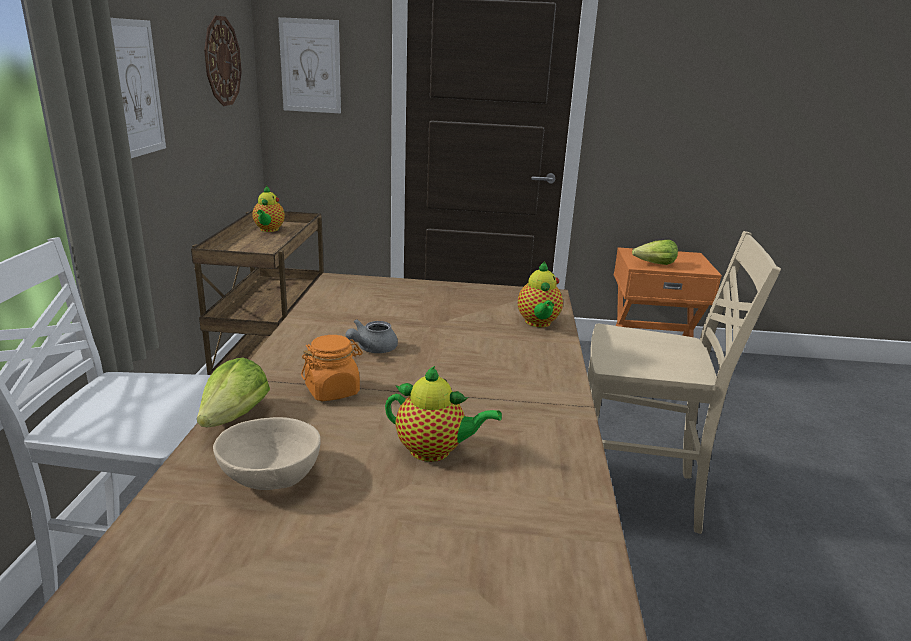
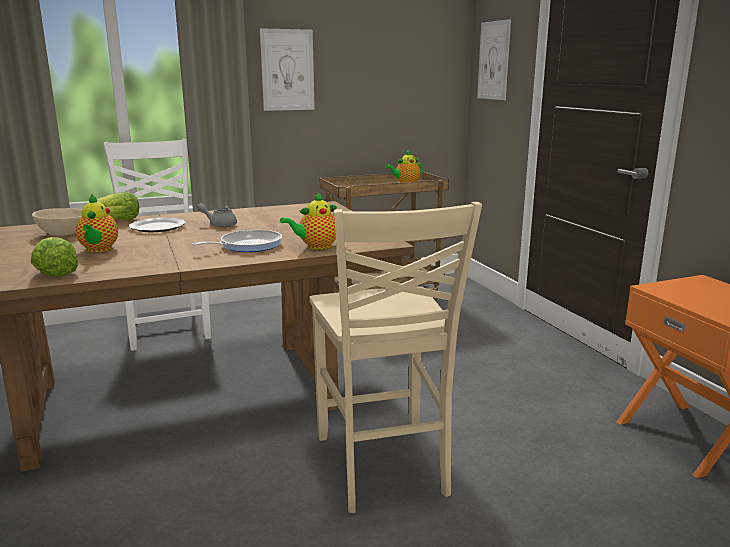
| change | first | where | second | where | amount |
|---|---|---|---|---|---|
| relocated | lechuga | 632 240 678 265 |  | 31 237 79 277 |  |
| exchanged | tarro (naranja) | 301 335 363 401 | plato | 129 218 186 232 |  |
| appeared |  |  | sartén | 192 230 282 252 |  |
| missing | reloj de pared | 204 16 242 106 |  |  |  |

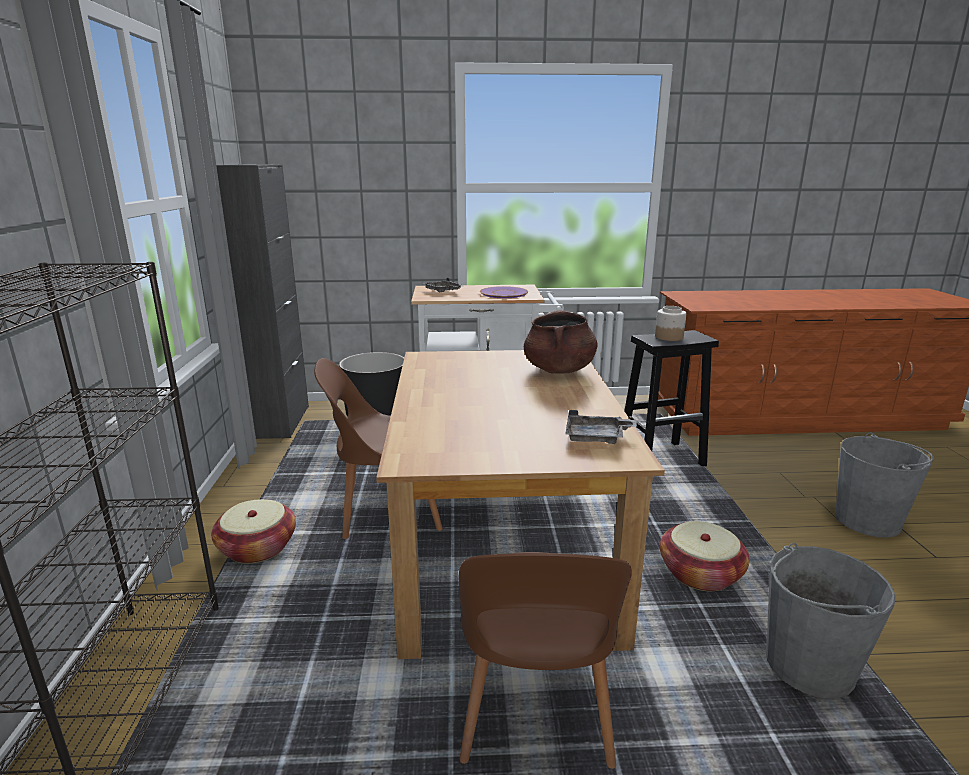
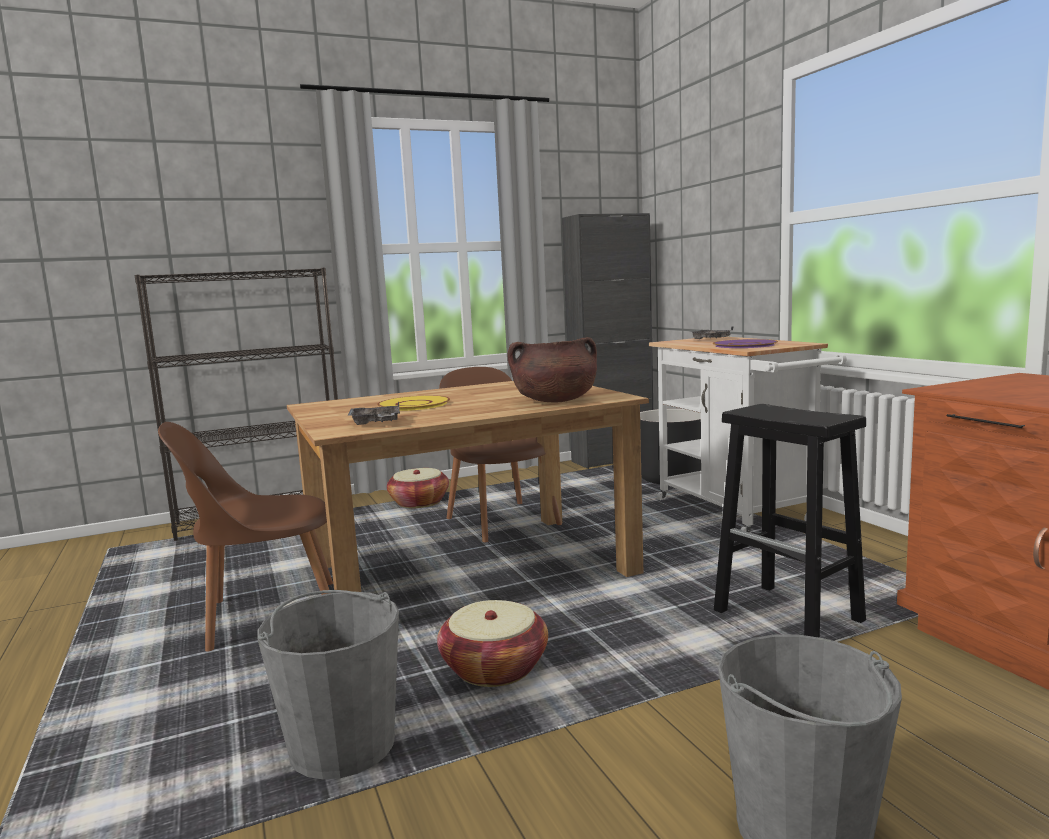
| change | first | where | second | where | amount |
|---|---|---|---|---|---|
| appeared |  |  | plato (amarillo) | 377 395 450 411 |  |
| missing | tarro | 655 306 686 341 |  |  |  |

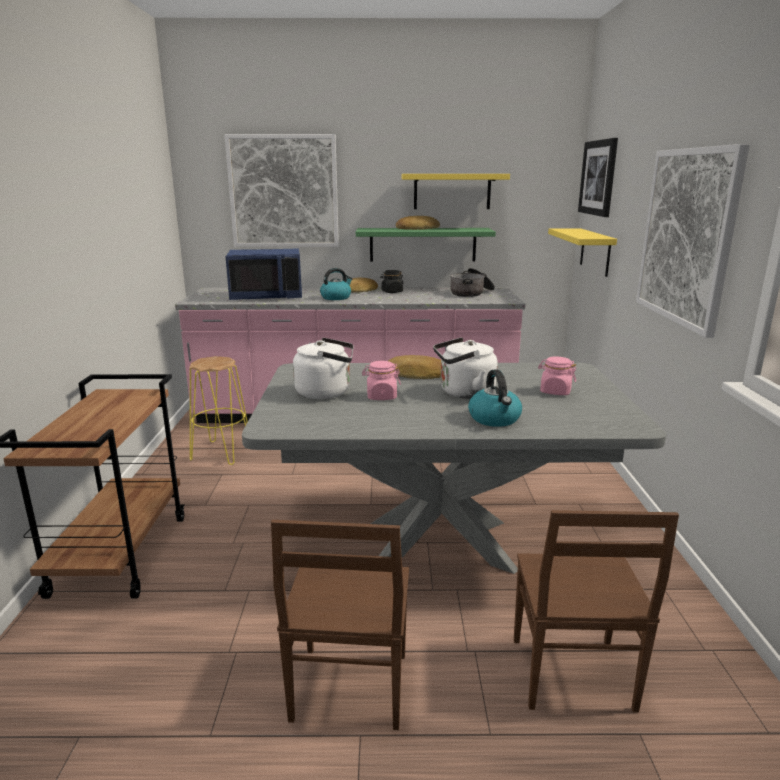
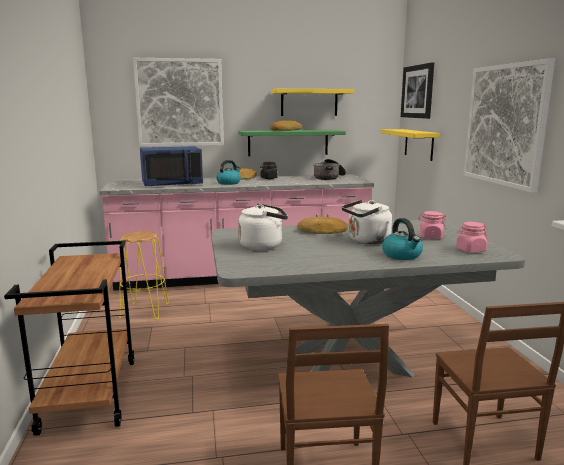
| change | first | where | second | where | amount |
|---|---|---|---|---|---|
| relocated | tarro (rosa) | 362 361 401 400 |  | 456 222 487 253 |  |

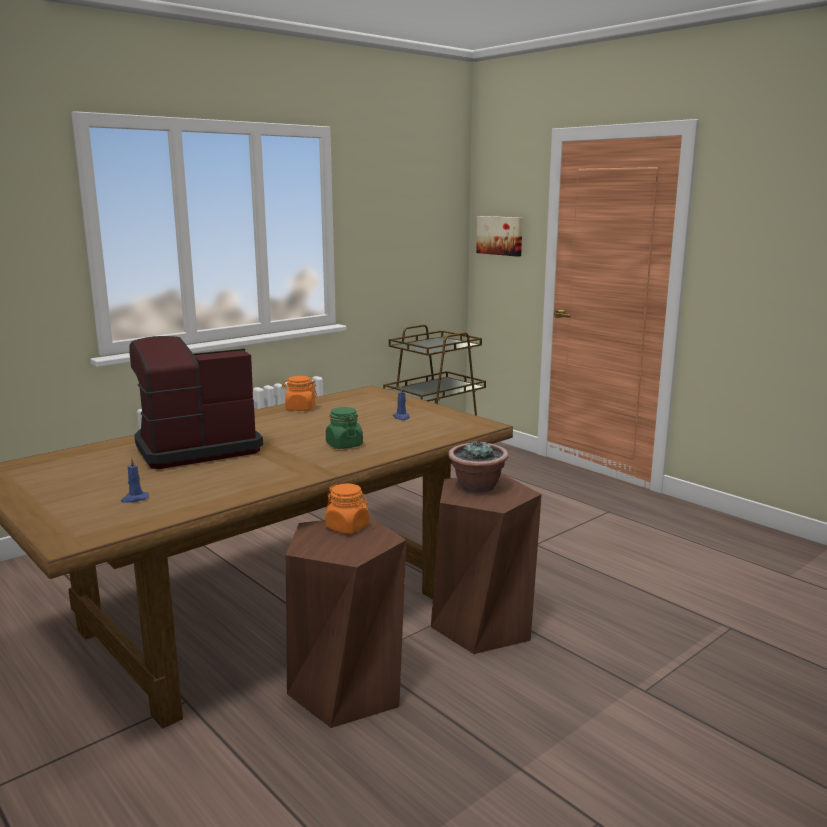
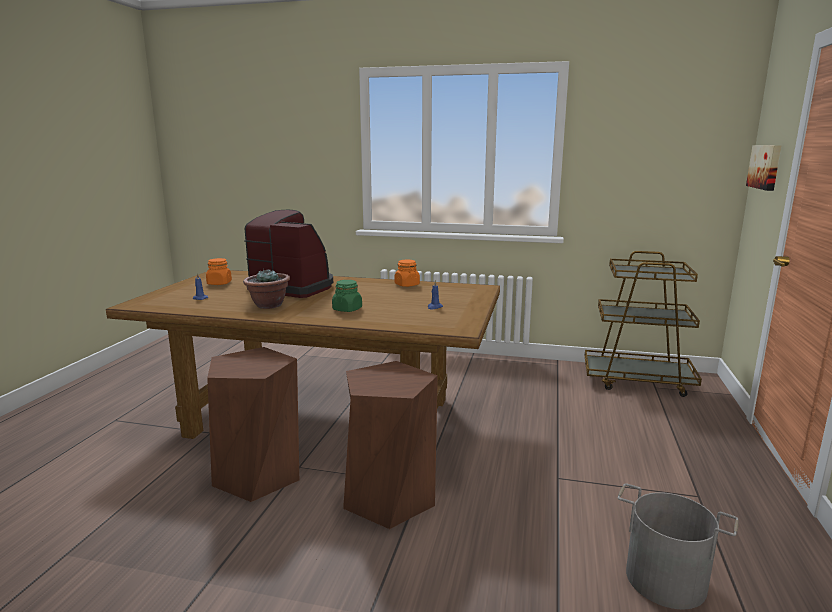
| change | first | where | second | where | amount |
|---|---|---|---|---|---|
| relocated | tarro (naranja) | 325 484 369 534 |  | 206 258 232 285 |  |
| relocated | planta en maceta | 448 441 509 493 |  | 243 269 290 309 |  |
| appeared |  |  | cubo (gris) | 617 483 739 609 |  |

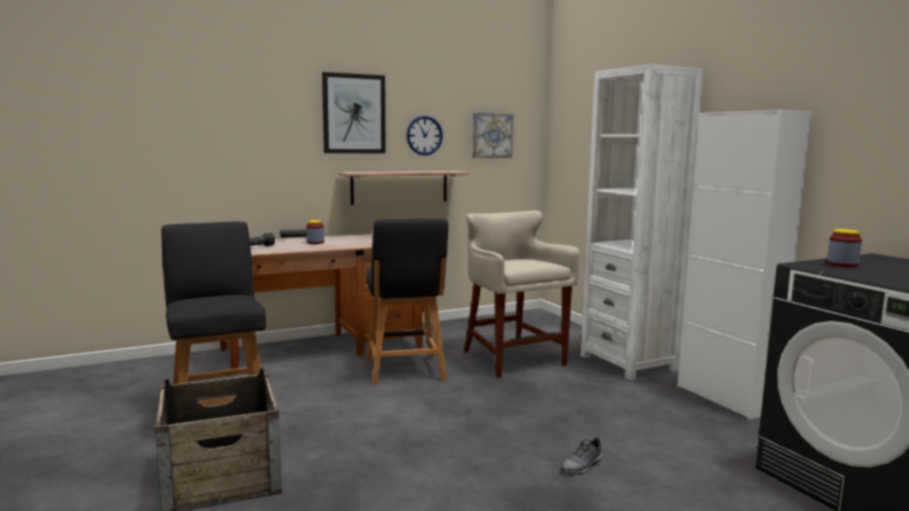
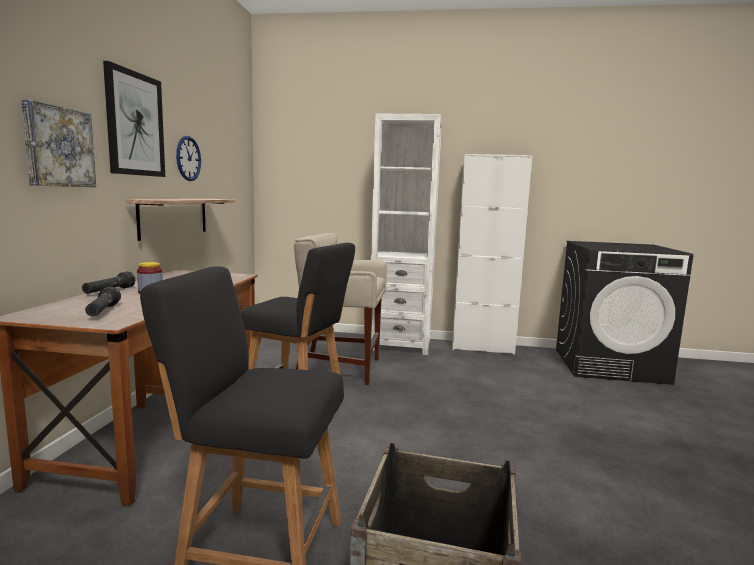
| change | first | where | second | where | amount |
|---|---|---|---|---|---|
| relocated | cuadro | 472 113 513 158 |  | 21 100 96 187 |  |
| missing | zapato (gris) | 561 438 603 474 |  |  |  |
| missing | tarro | 827 229 862 268 |  |  |  |

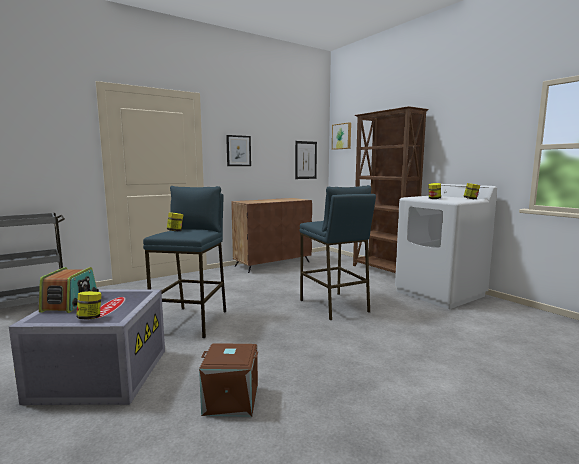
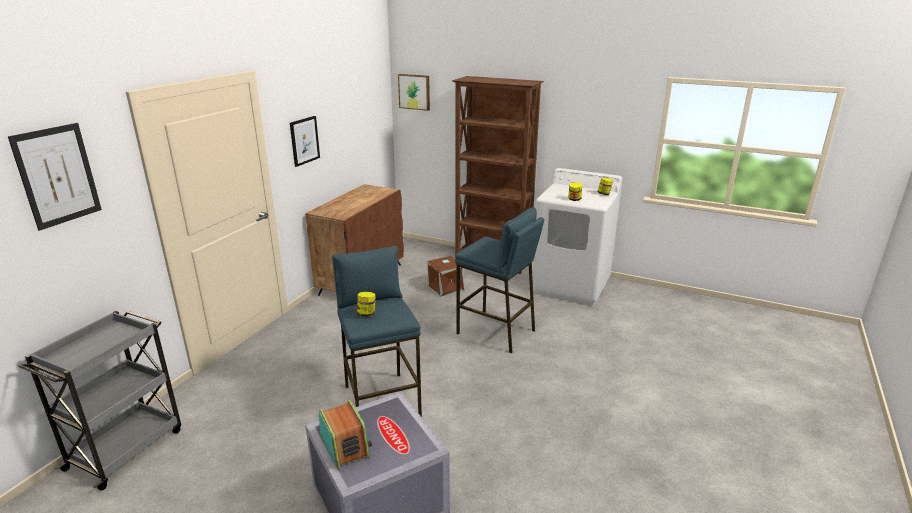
| change | first | where | second | where | amount |
|---|---|---|---|---|---|
| relocated | cuadro | 295 141 317 179 |  | 8 123 102 231 |  |
| relocated | caja de almacenaje (marrón) | 199 343 258 417 |  | 427 256 464 297 |  |
| missing | tarro | 76 291 102 320 |  |  |  |

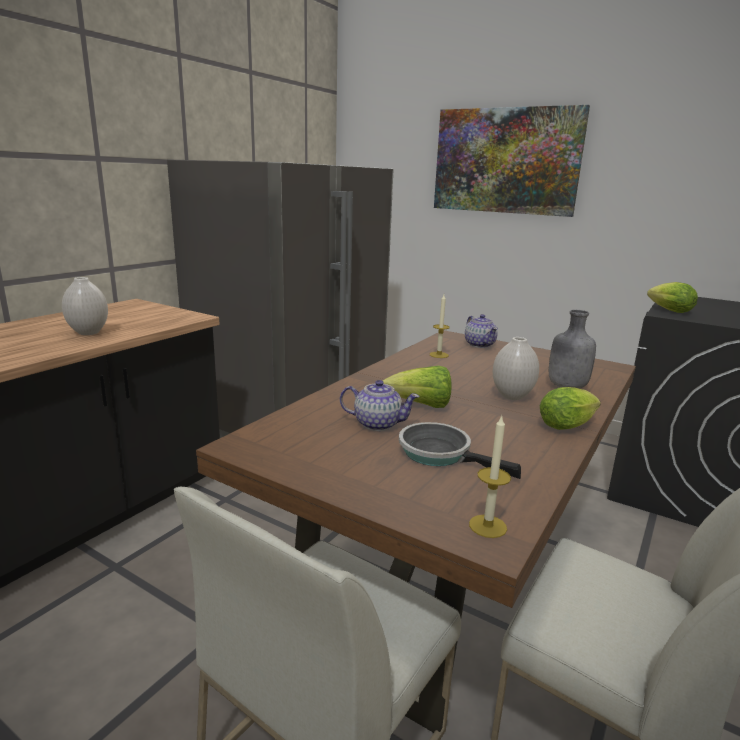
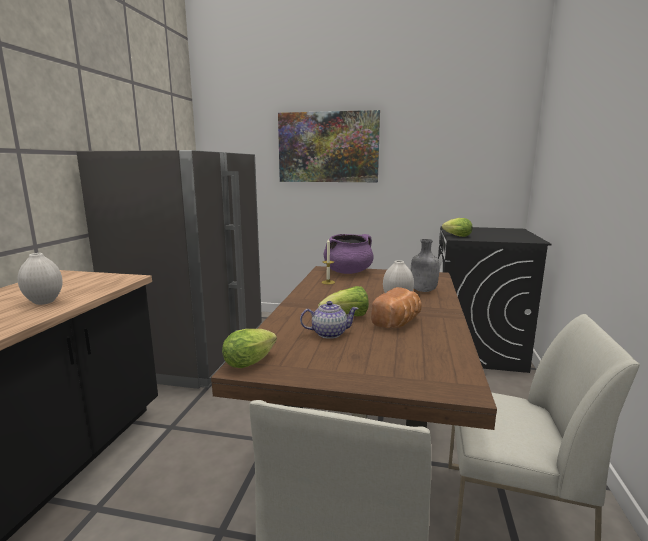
| change | first | where | second | where | amount |
|---|---|---|---|---|---|
| relocated | lechuga | 540 387 601 430 |  | 222 329 277 368 |  |
| exchanged | tetera | 465 314 498 348 | olla (morado) | 324 234 374 274 |  |
| appeared |  |  | pan | 371 287 422 328 |  |
| missing | sartén | 399 422 521 479 |  |  |  |
| missing | vela | 469 414 511 538 |  |  |  |

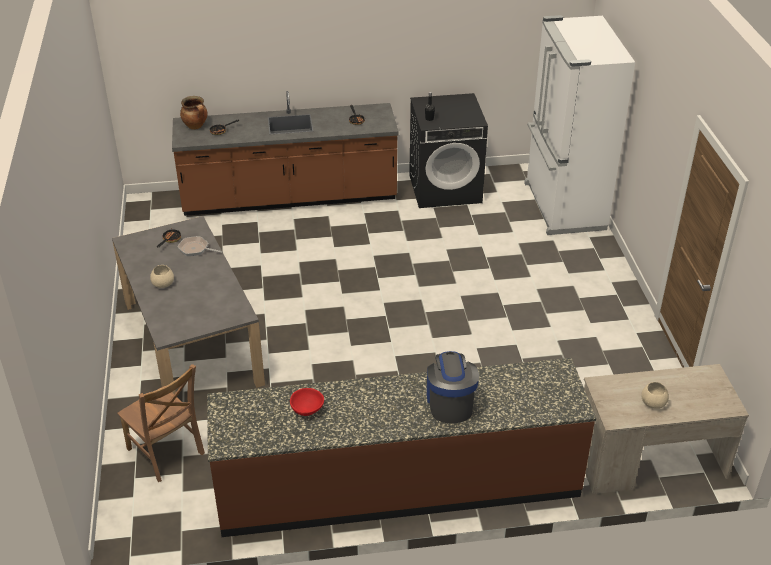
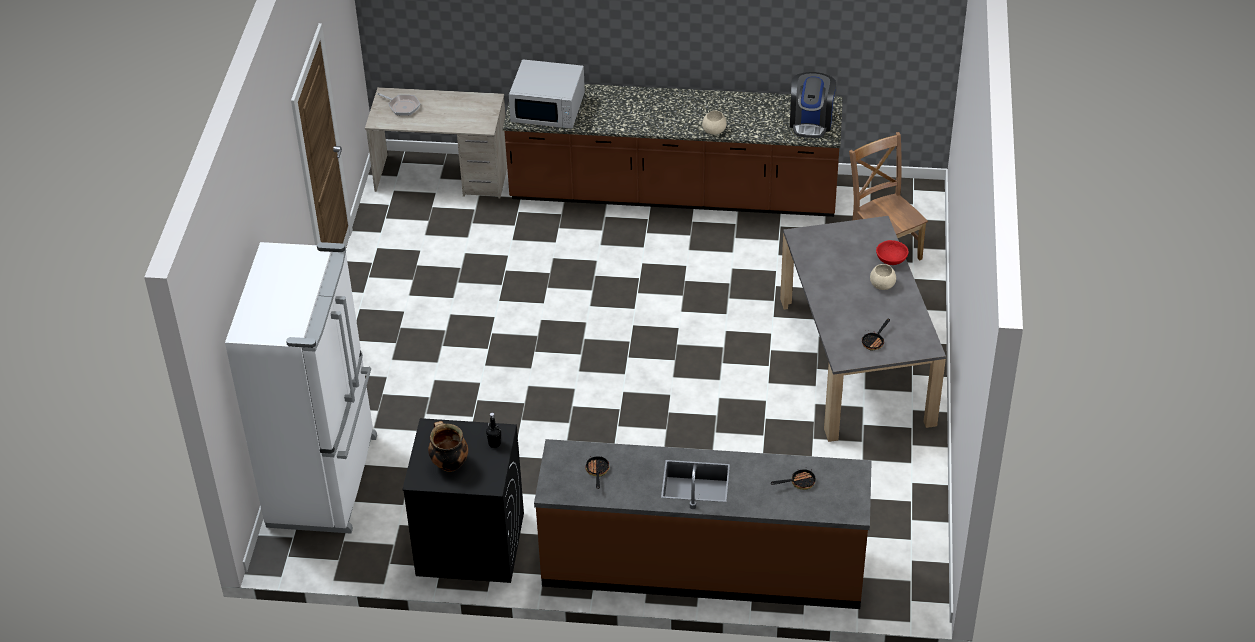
| change | first | where | second | where | amount |
|---|---|---|---|---|---|
| relocated | sartén | 177 236 223 256 |  | 377 93 420 116 |  |
| relocated | olla | 180 96 208 130 |  | 428 421 468 472 |  |
| appeared |  |  | microondas (blanco) | 509 59 585 129 |  |
| relocated | cuenco (beis) | 641 382 669 409 |  | 702 111 726 135 |  |
| relocated | cafetera | 427 351 479 424 |  | 790 72 836 138 |  |
| relocated | cuenco (rojo) | 290 388 324 416 |  | 876 240 908 265 |  |

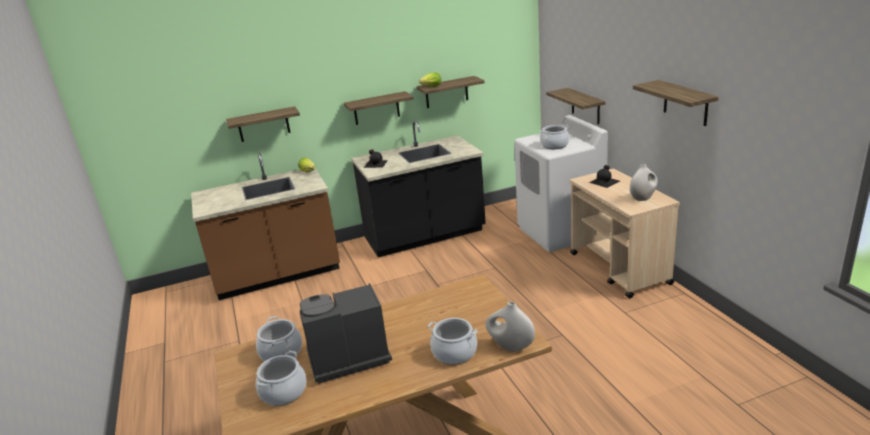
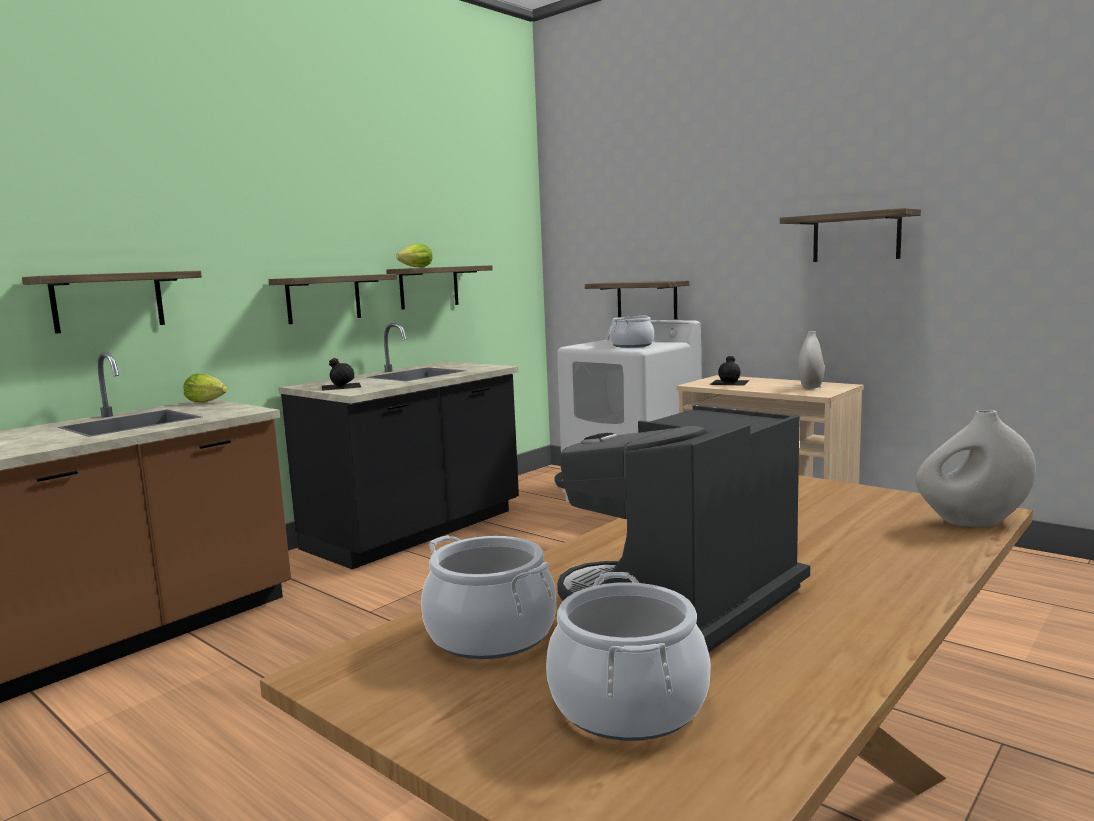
| change | first | where | second | where | amount |
|---|---|---|---|---|---|
| missing | olla | 428 318 477 365 |  |  |  |

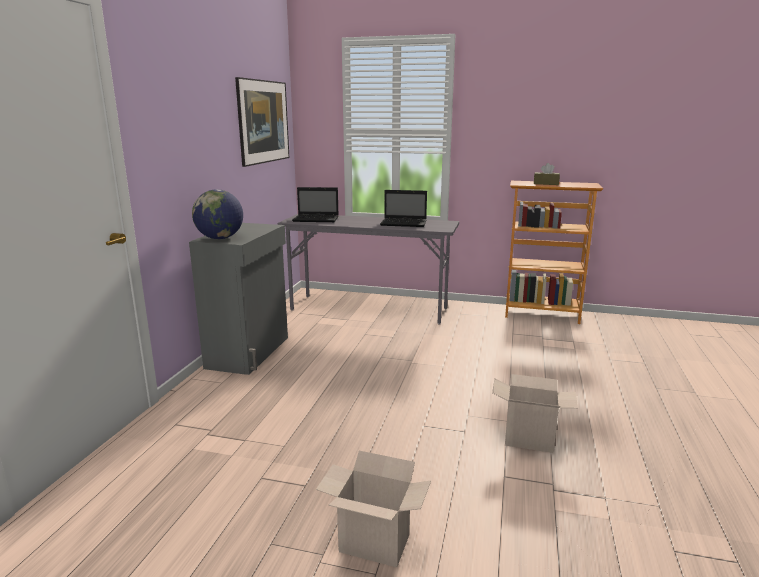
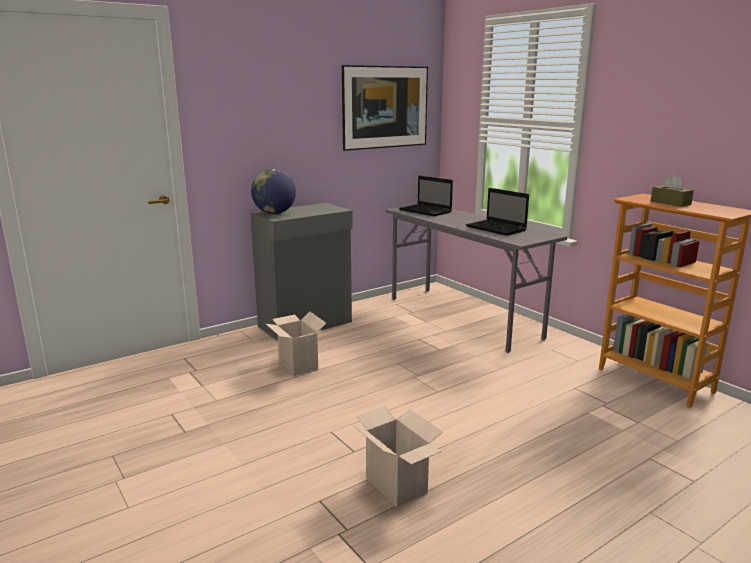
| change | first | where | second | where | amount |
|---|---|---|---|---|---|
| relocated | caja de cartón | 316 451 431 567 |  | 266 312 326 376 |  |

